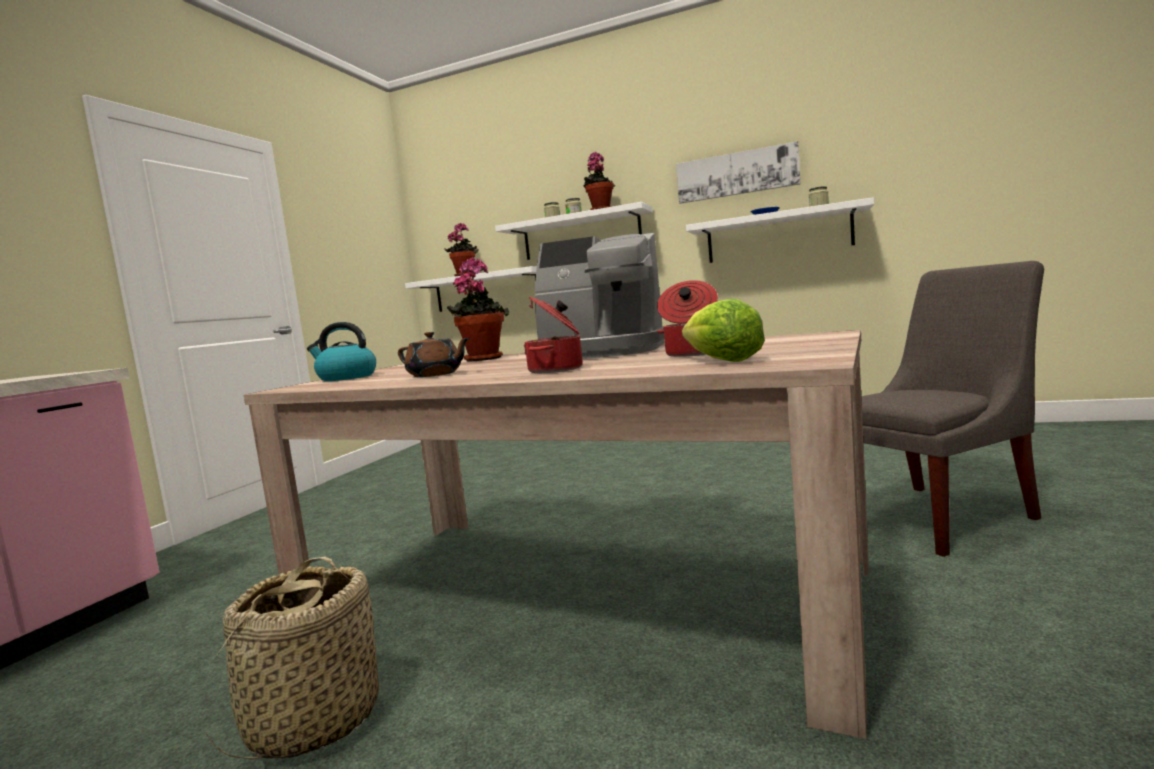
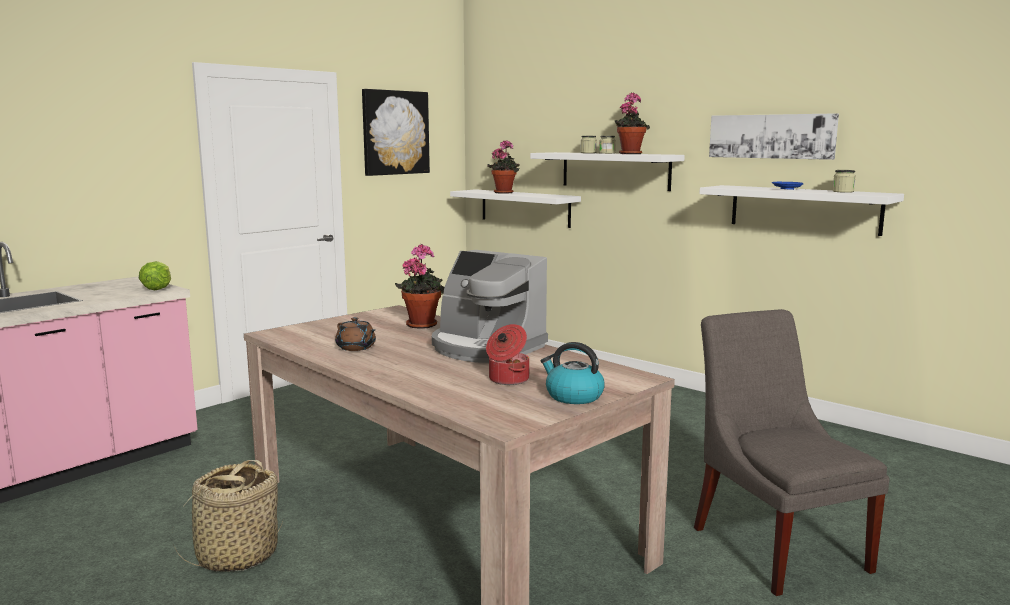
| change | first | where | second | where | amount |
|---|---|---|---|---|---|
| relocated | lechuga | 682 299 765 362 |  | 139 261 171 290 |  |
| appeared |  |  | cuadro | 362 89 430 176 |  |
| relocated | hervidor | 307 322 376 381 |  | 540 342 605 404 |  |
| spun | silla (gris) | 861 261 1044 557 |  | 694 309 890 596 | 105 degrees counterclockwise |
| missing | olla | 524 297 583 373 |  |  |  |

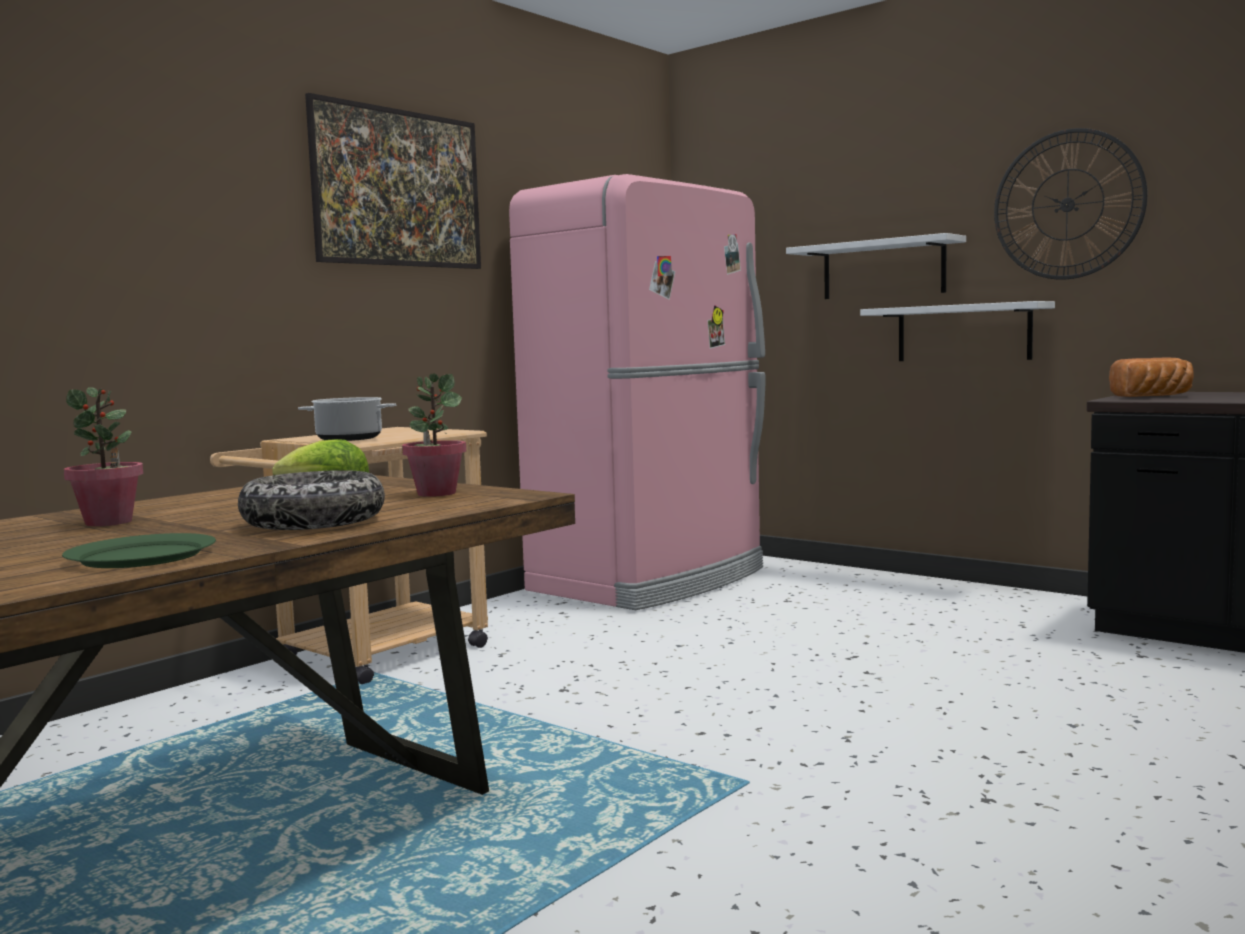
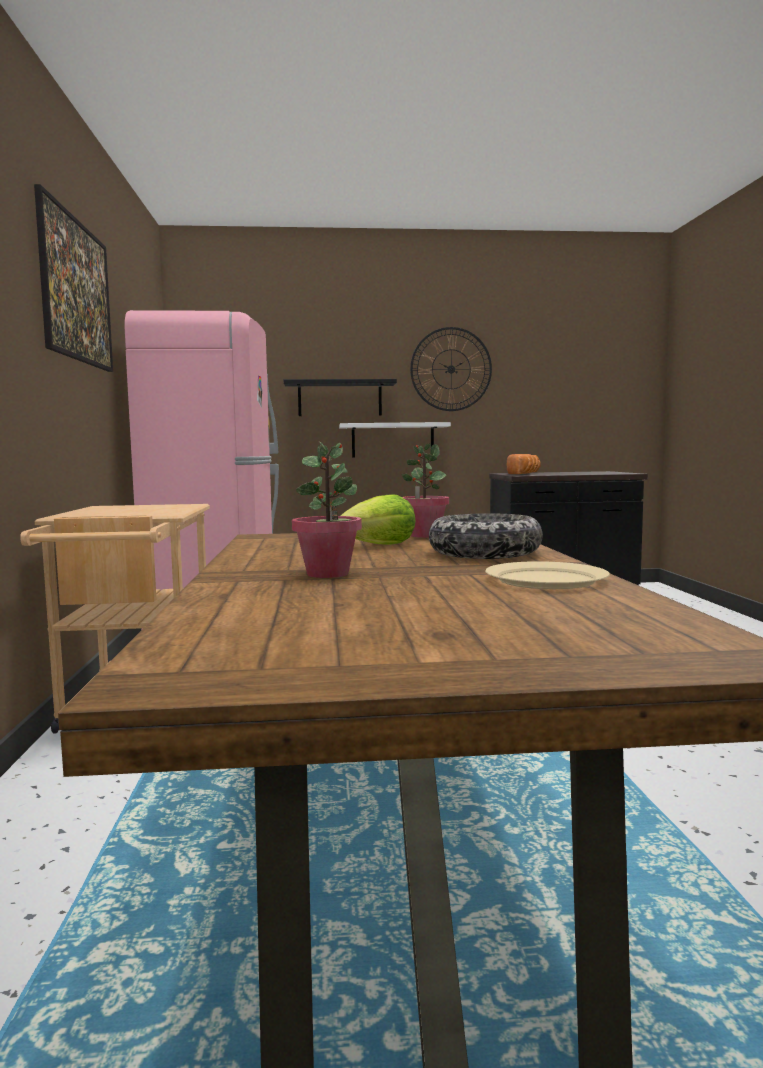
| change | first | where | second | where | amount |
|---|---|---|---|---|---|
| colour | estante (blanco) | 786 233 966 299 | estante (negro) | 284 379 397 416 |  |
| colour | plato (verde) | 62 533 216 568 | plato (beis) | 485 561 610 589 |  |
| missing | olla | 298 397 396 441 |  |  |  |

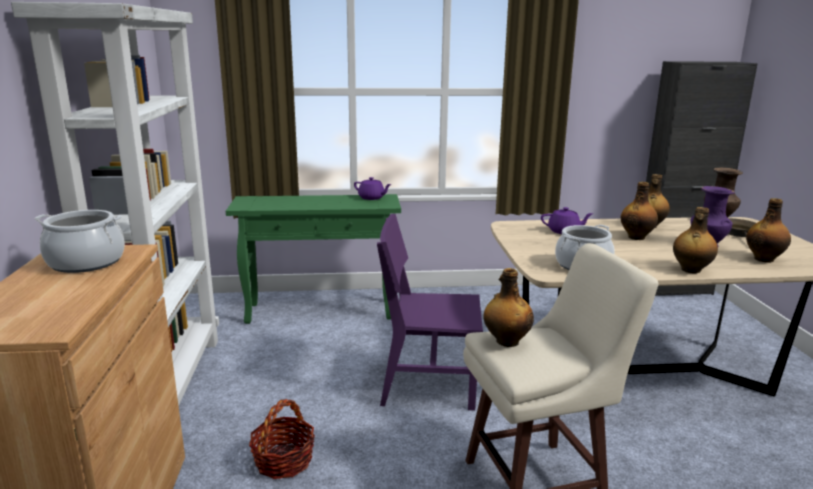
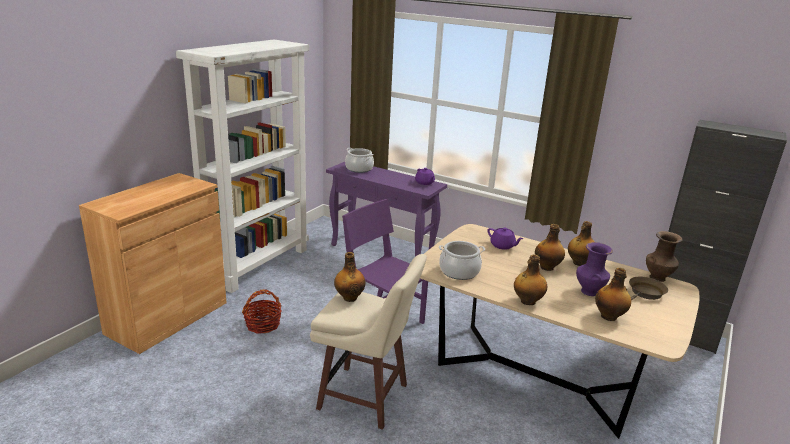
| change | first | where | second | where | amount |
|---|---|---|---|---|---|
| colour | mesa consola (verde) | 226 194 401 324 | mesa consola (morado) | 326 162 447 256 |  |
| relocated | olla | 35 210 125 273 |  | 345 148 374 173 |  |

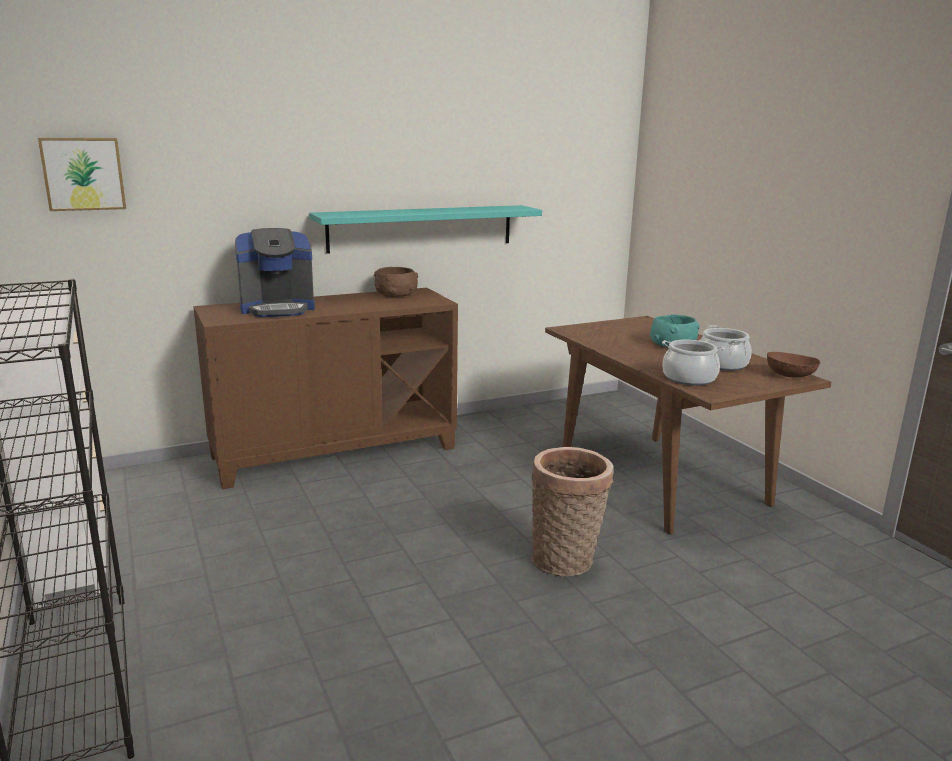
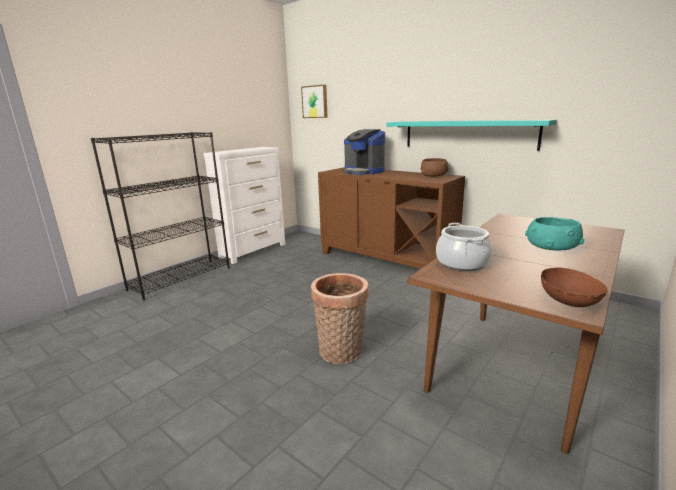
| change | first | where | second | where | amount |
|---|---|---|---|---|---|
| missing | olla | 700 325 752 371 |  |  |  |

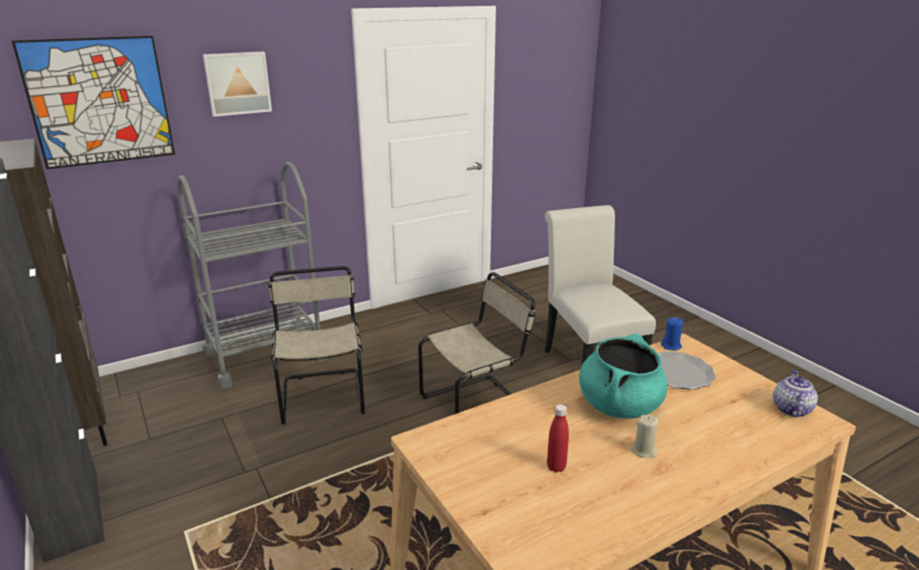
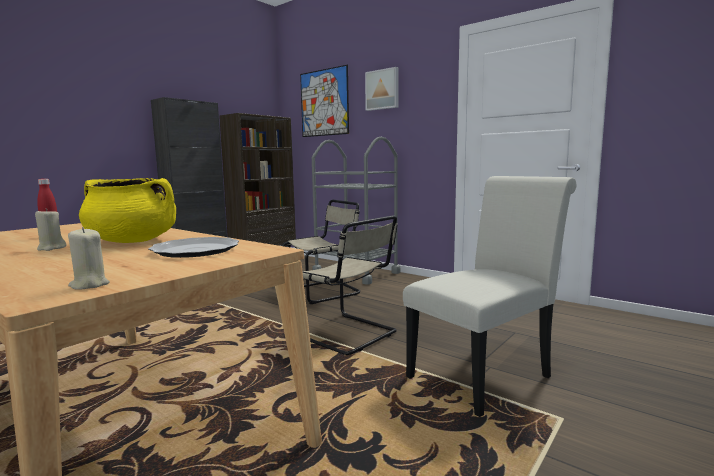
| change | first | where | second | where | amount |
|---|---|---|---|---|---|
| exchanged | tetera | 773 369 818 417 | vela (beis) | 68 227 110 290 |  |
| colour | olla (turquesa) | 579 334 667 419 | olla (amarillo) | 79 178 176 243 |  |
| missing | vela (azul) | 661 317 683 351 |  |  |  |

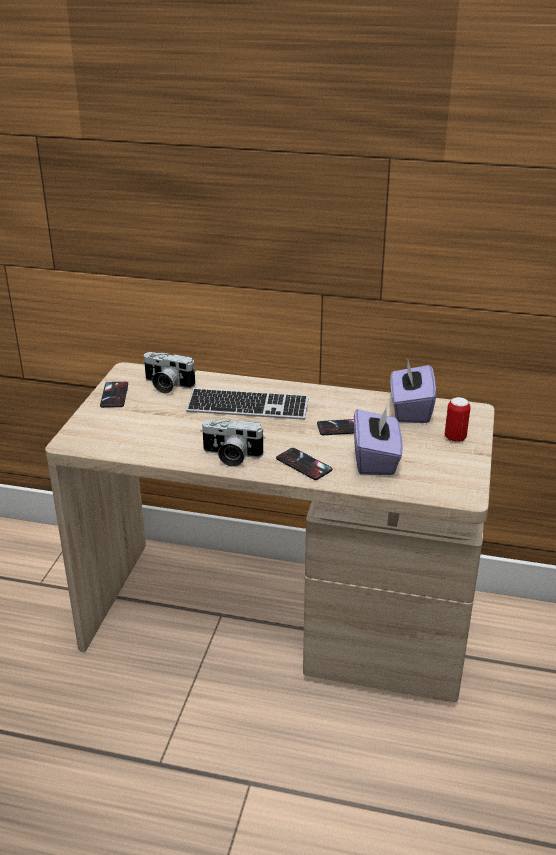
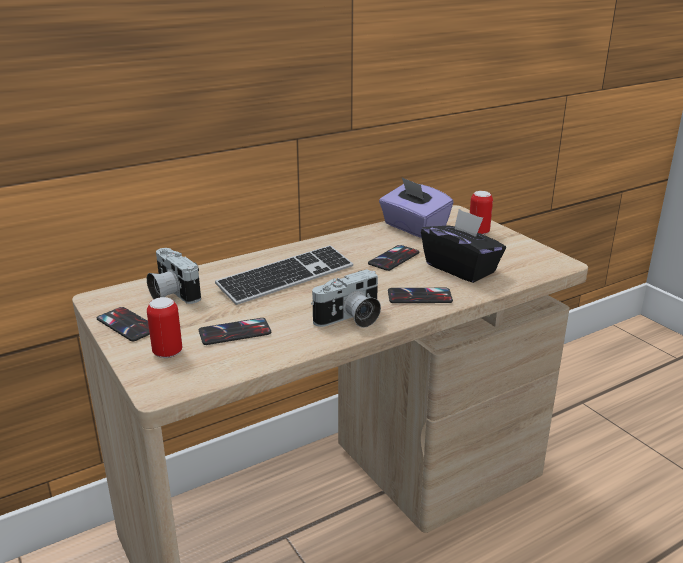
| change | first | where | second | where | amount |
|---|---|---|---|---|---|
| spun | cámara | 143 352 196 394 |  | 147 248 201 304 | 75 degrees clockwise |
| appeared |  |  | lata | 147 297 182 358 |  |
| appeared |  |  | móvil | 199 318 271 345 |  |
| colour | caja de pañuelos (morado) | 354 406 403 475 | caja de pañuelos (negro) | 421 209 506 283 |  |

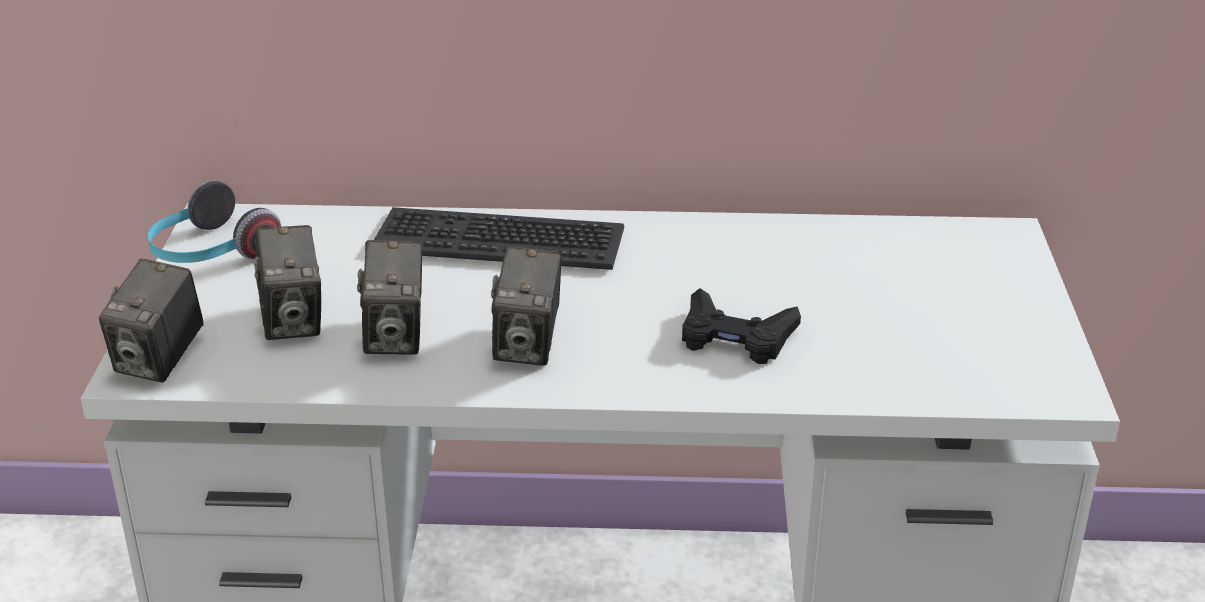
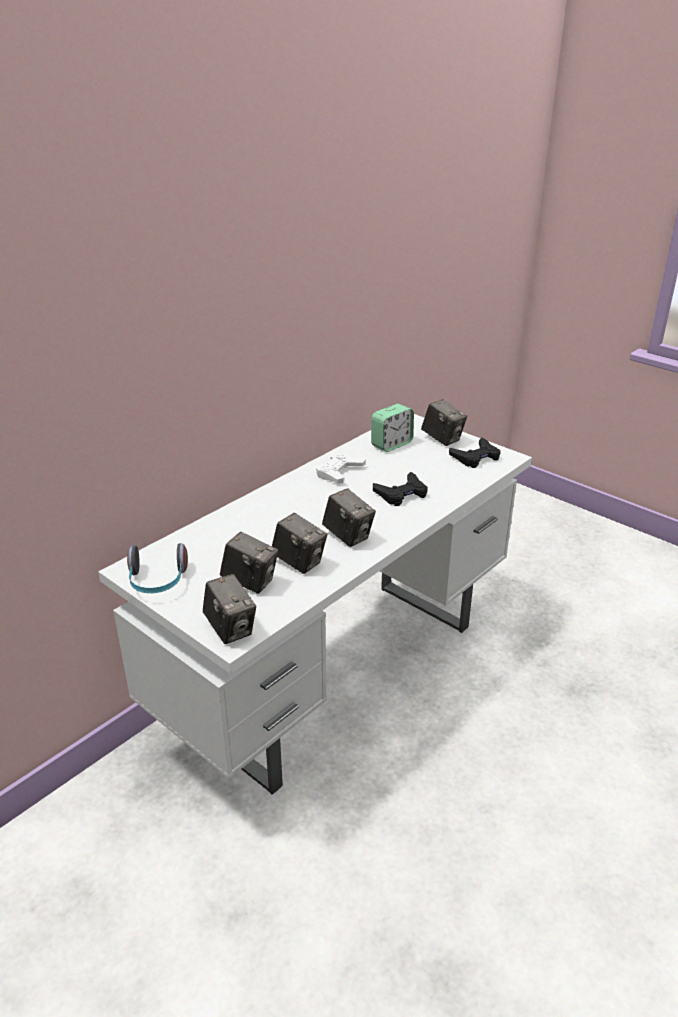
| change | first | where | second | where | amount |
|---|---|---|---|---|---|
| appeared |  |  | mando de consola (blanco) | 316 453 366 483 |  |
| appeared |  |  | despertador | 371 404 414 452 |  |
| appeared |  |  | cámara | 421 399 467 446 |  |
| appeared |  |  | mando de consola (negro) | 449 438 501 468 |  |
| missing | teclado | 374 207 625 270 |  |  |  |

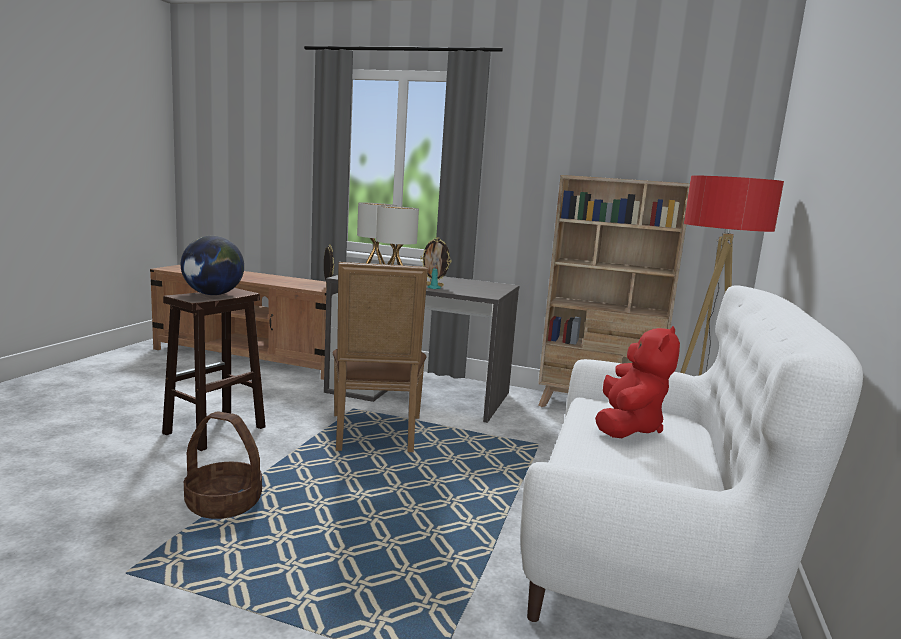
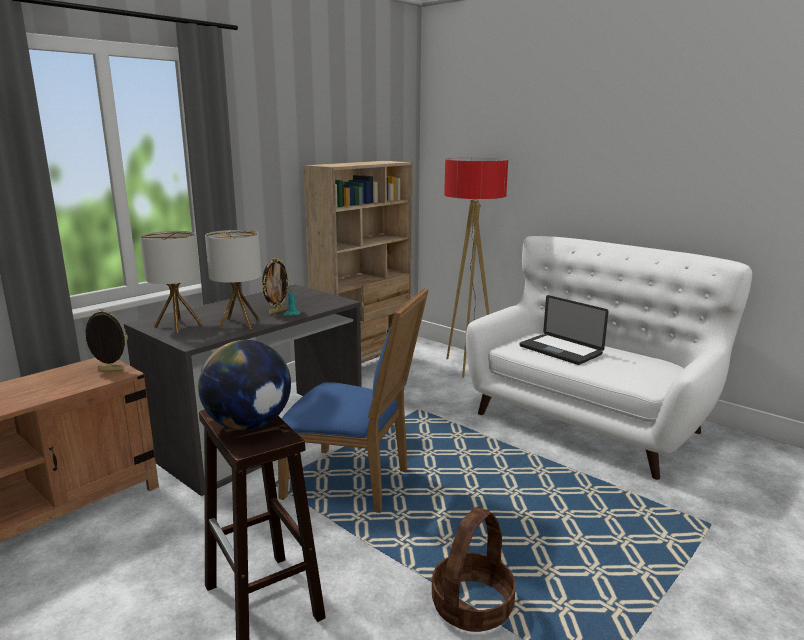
| change | first | where | second | where | amount |
|---|---|---|---|---|---|
| colour | silla (marrón) | 333 262 428 452 | silla (azul) | 278 288 428 513 |  |
| exchanged | peluche (rojo) | 595 326 680 438 | portátil | 519 295 608 365 |  |

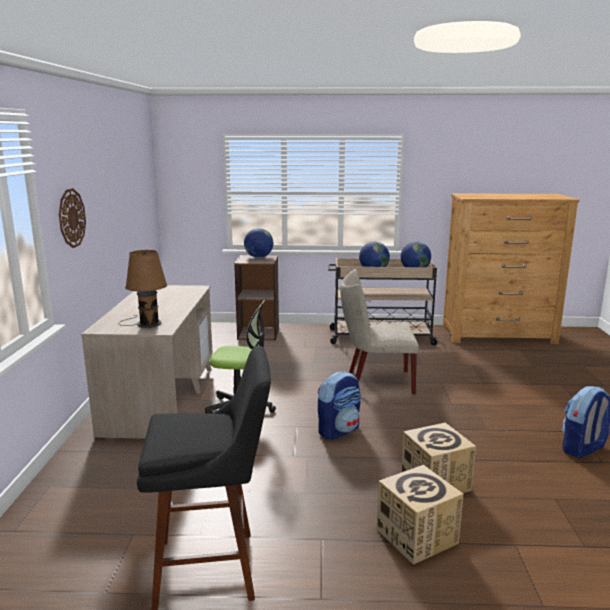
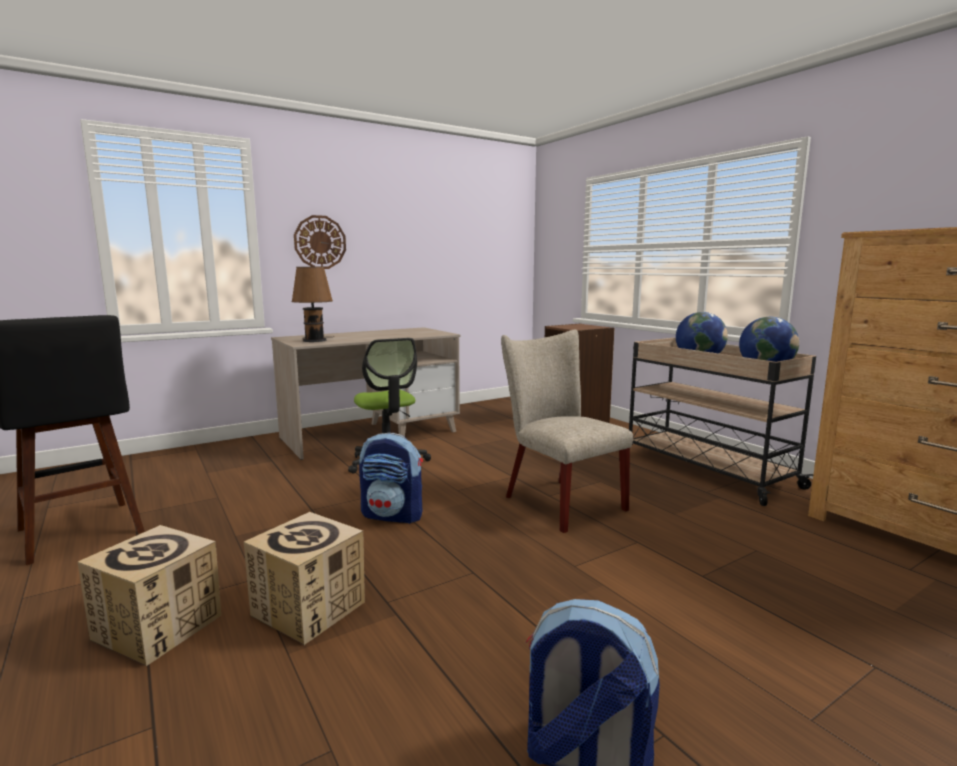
| change | first | where | second | where | amount |
|---|---|---|---|---|---|
| missing | globo terráqueo | 244 228 273 258 |  |  |  |

